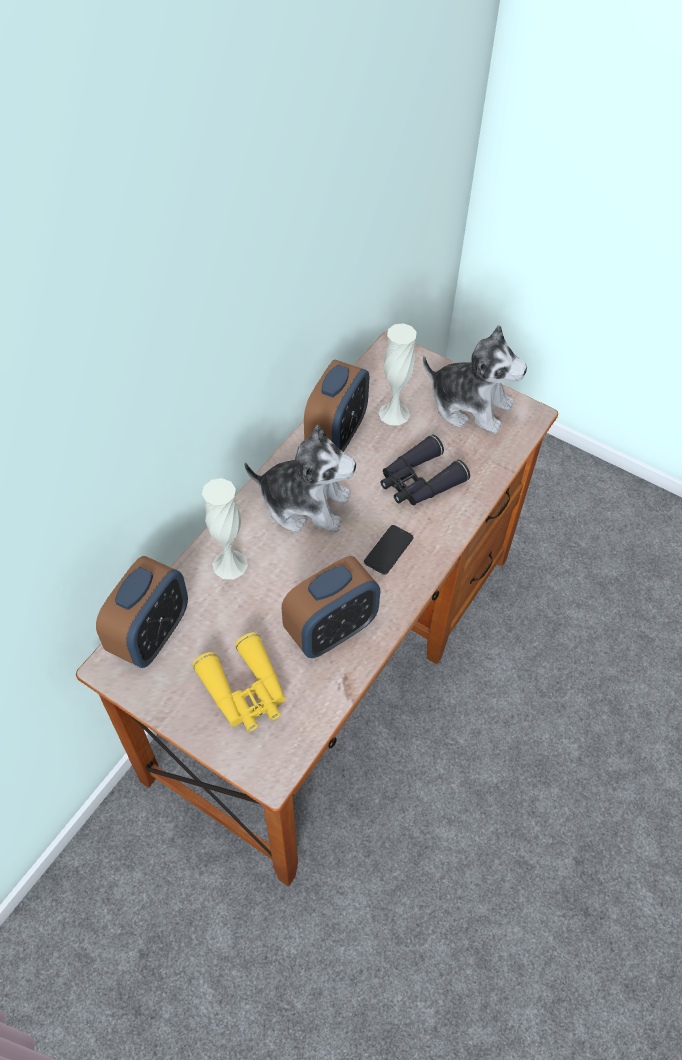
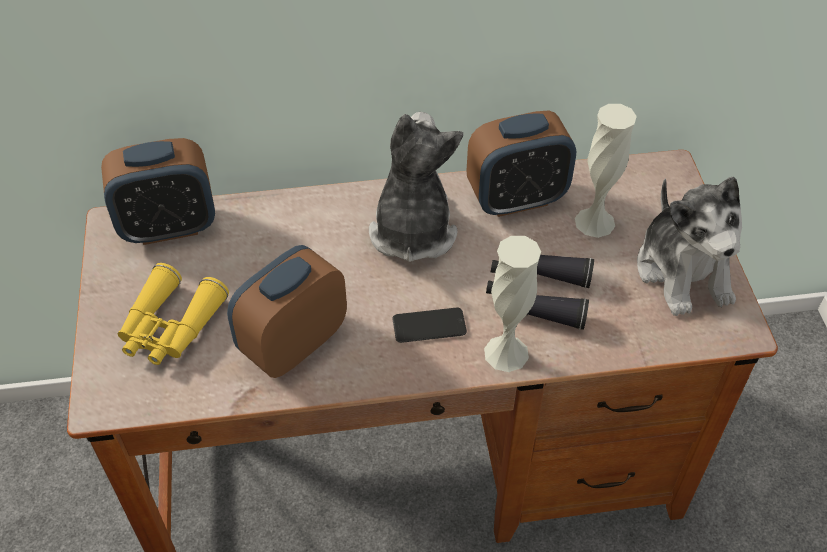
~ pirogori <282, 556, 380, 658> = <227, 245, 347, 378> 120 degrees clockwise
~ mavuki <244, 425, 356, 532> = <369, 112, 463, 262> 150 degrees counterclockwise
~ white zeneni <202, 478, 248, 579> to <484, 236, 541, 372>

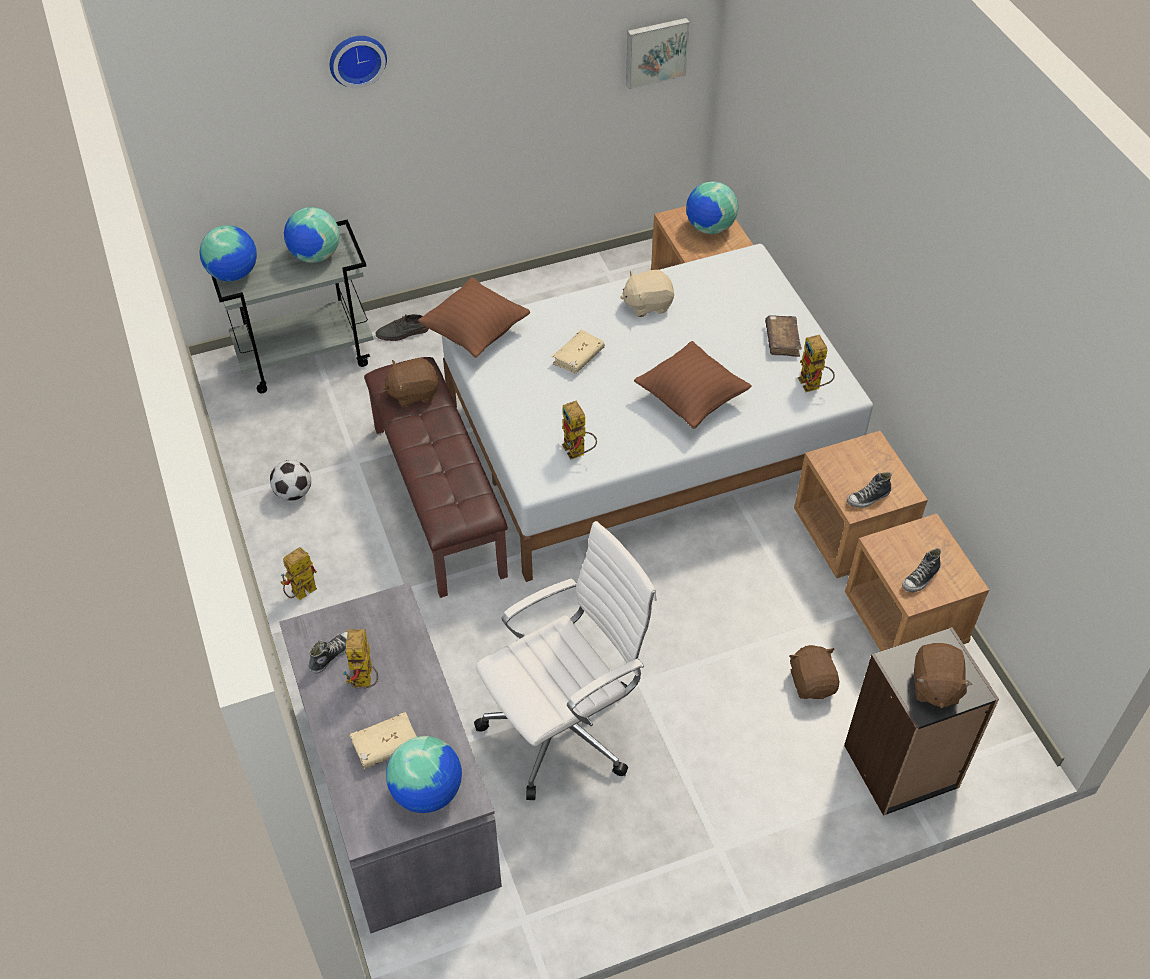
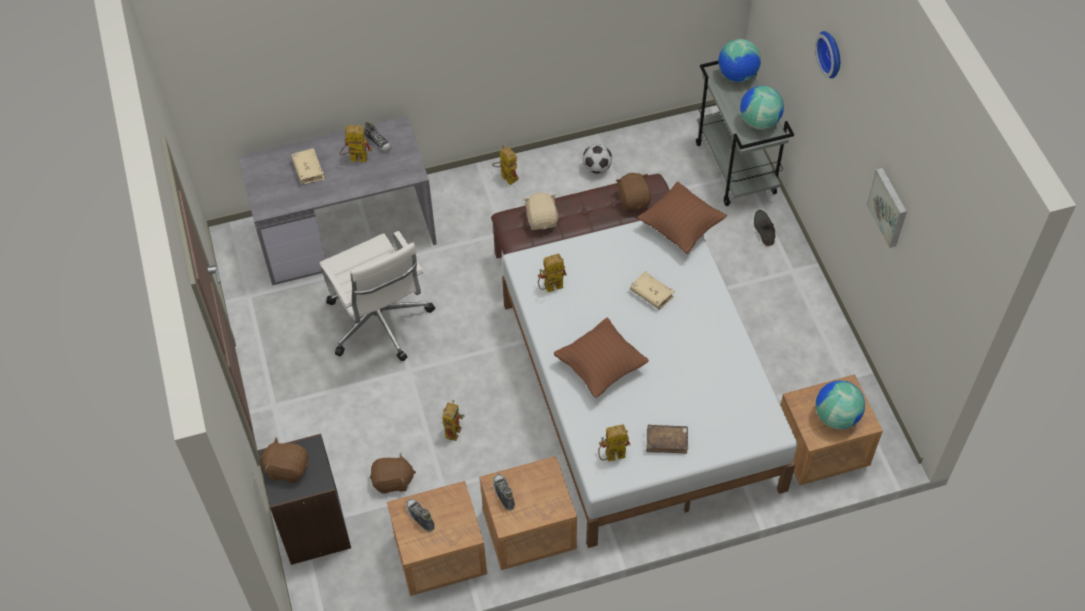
+ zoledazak <442, 400, 465, 441>
~ beige mavuki <620, 270, 674, 317> to <523, 192, 558, 230>
~ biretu <626, 18, 690, 89> to <866, 168, 907, 248>
- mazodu <386, 736, 462, 813>

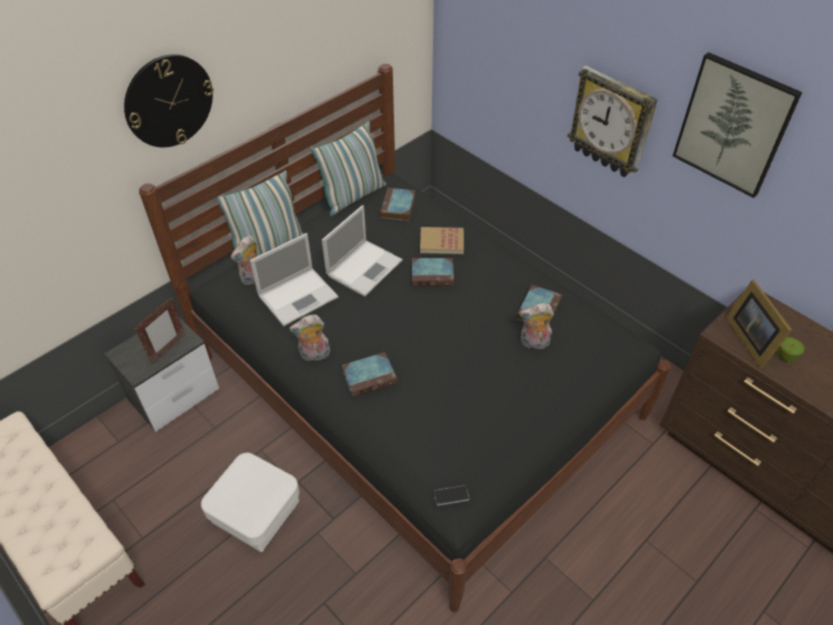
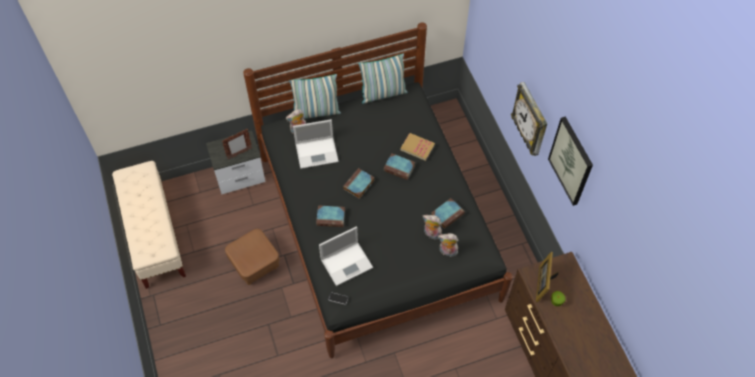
~ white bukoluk <201, 453, 299, 552> to brown bukoluk <225, 229, 280, 285>
~ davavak <322, 205, 403, 297> to <319, 226, 373, 286>
~ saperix <380, 188, 415, 221> to <343, 168, 374, 199>
~ mavuki <289, 314, 330, 361> to <438, 233, 459, 257>
- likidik <124, 54, 214, 147>

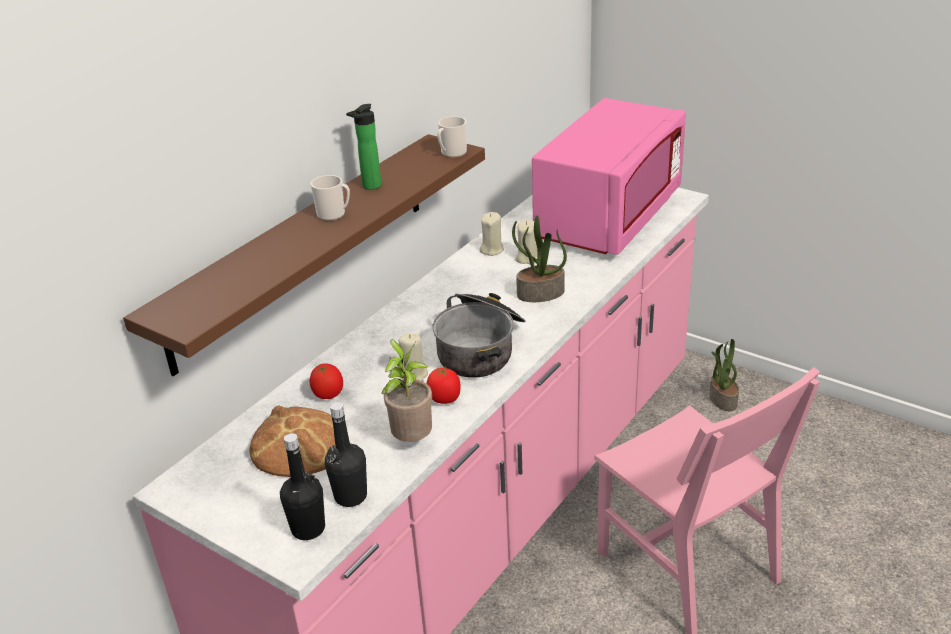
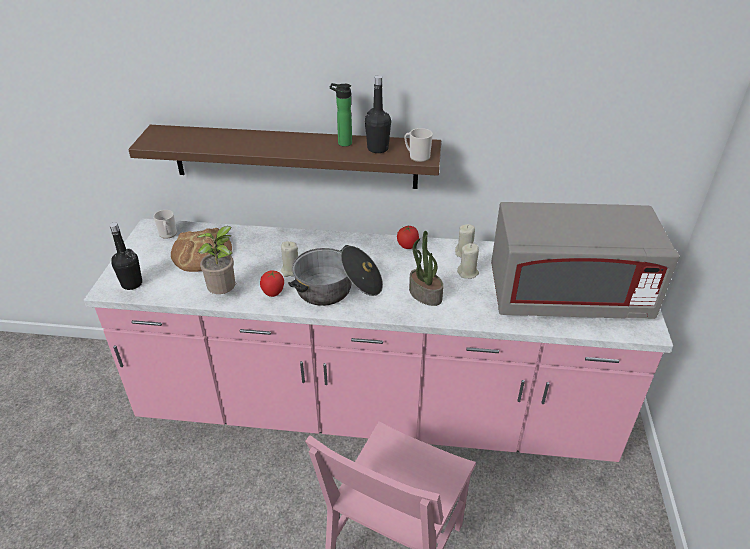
~ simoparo <310, 175, 350, 221> to <153, 210, 177, 239>
~ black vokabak <325, 402, 367, 507> to <365, 75, 391, 153>
~ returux <310, 364, 343, 399> to <397, 225, 419, 249>
~ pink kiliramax <532, 98, 686, 255> to grey kiliramax <491, 202, 680, 319>
- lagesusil <709, 339, 739, 411>

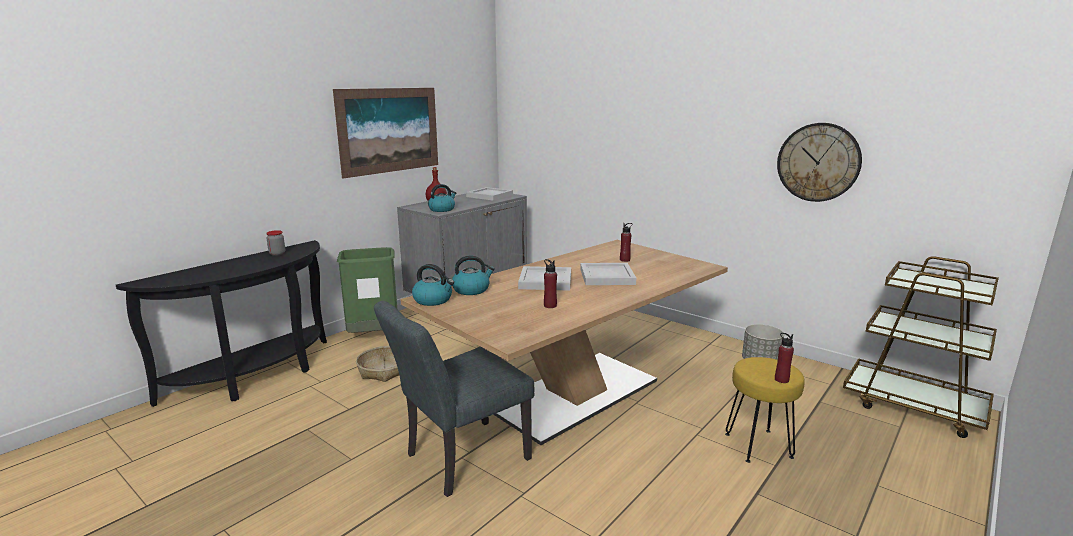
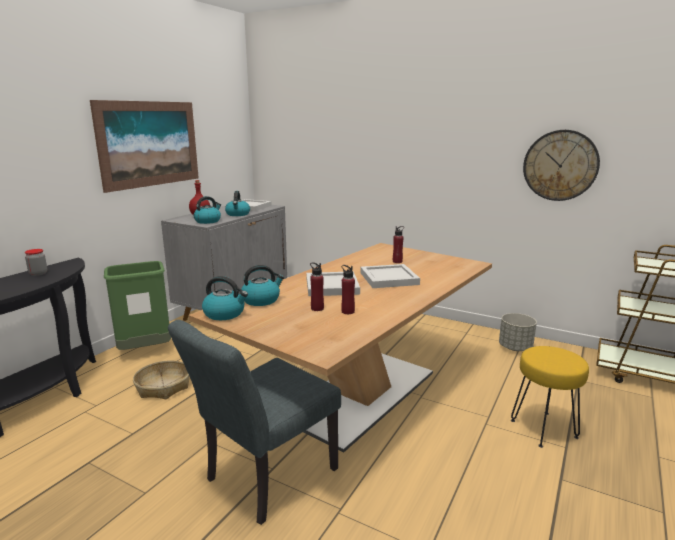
+ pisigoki <225, 191, 250, 216>
~ red vokabak <775, 333, 794, 383> to <310, 262, 324, 311>

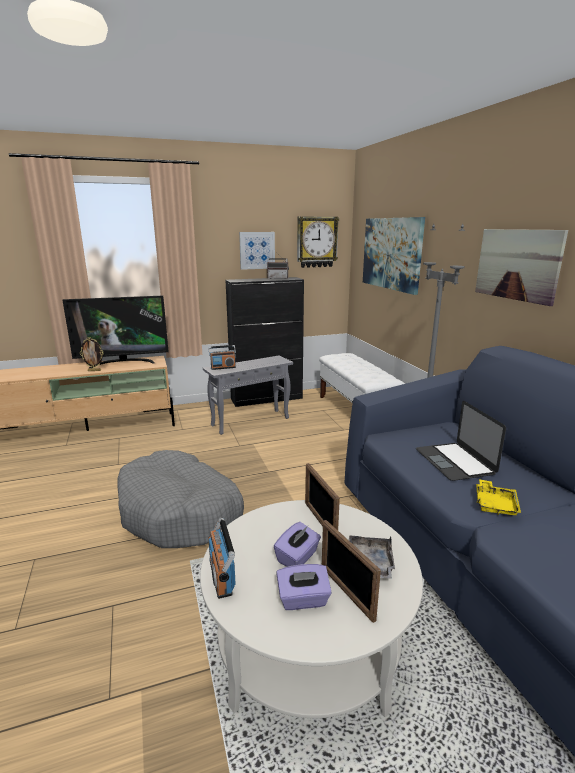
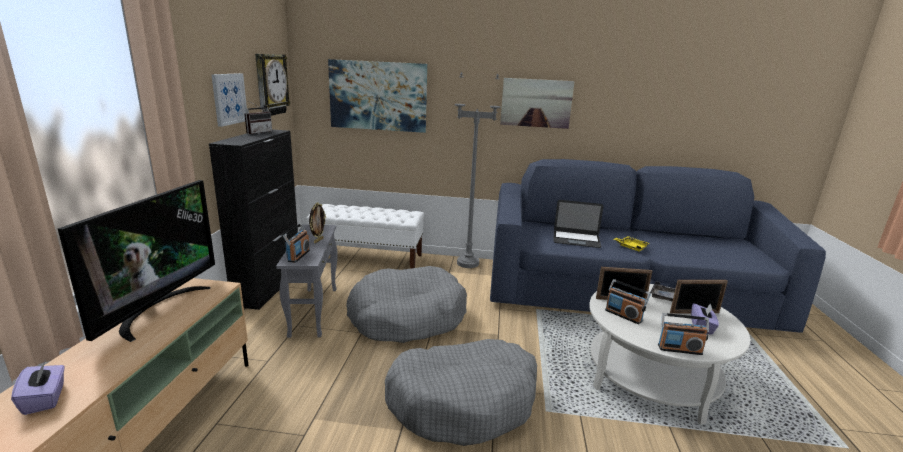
~ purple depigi <274, 522, 321, 567> to <11, 360, 65, 415>
~ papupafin <80, 337, 104, 371> to <309, 202, 326, 243>
+ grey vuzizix <347, 266, 467, 343>
+ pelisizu <605, 279, 651, 324>

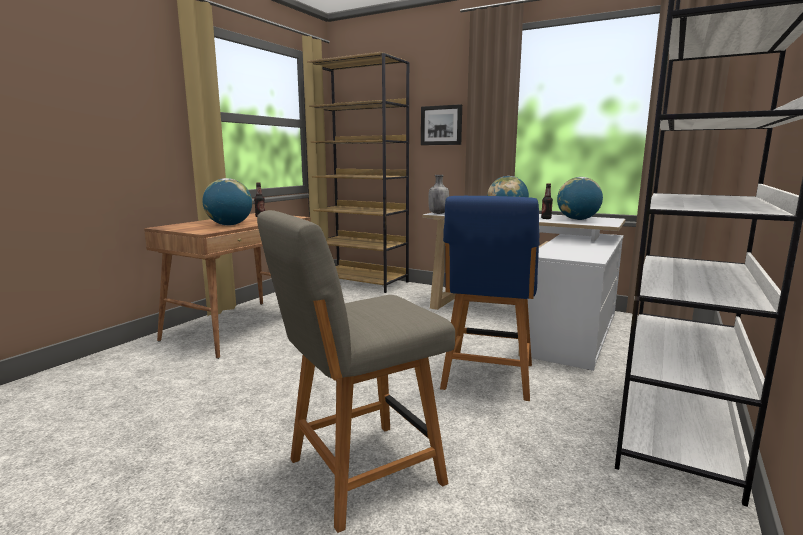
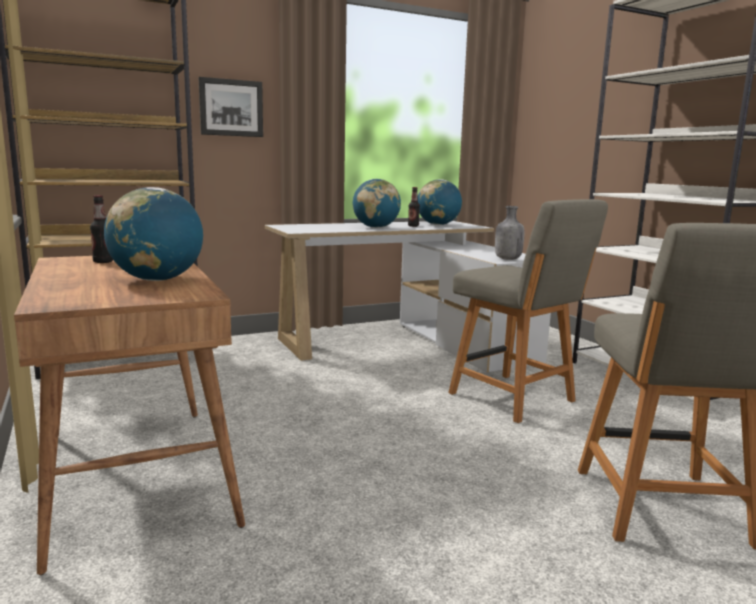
~ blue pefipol <440, 196, 539, 401> to grey pefipol <448, 199, 608, 423>
~ grey vokabak <429, 175, 449, 214> to <495, 206, 524, 260>

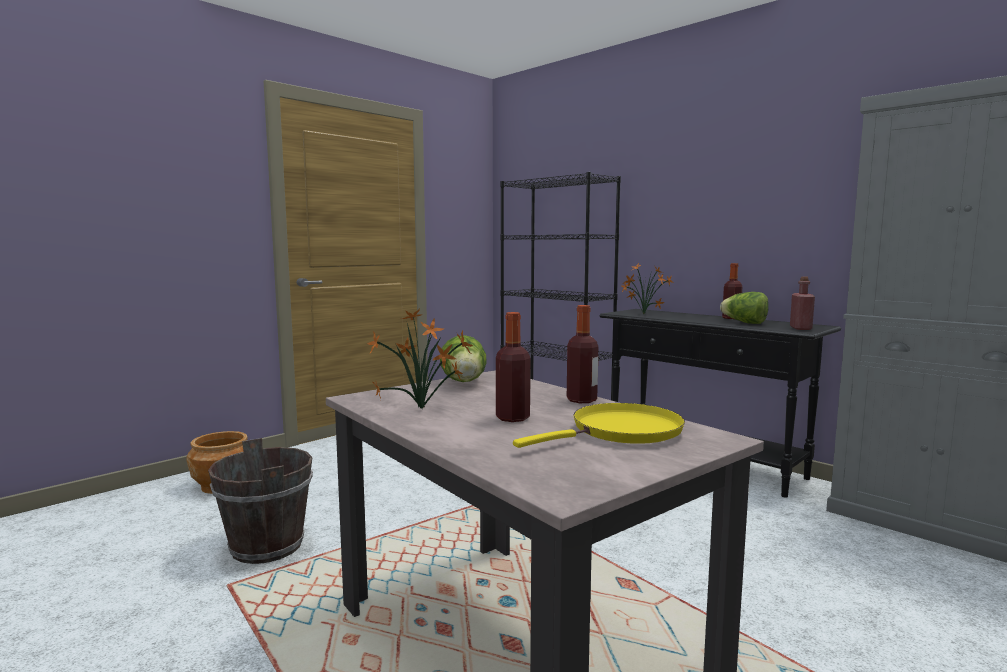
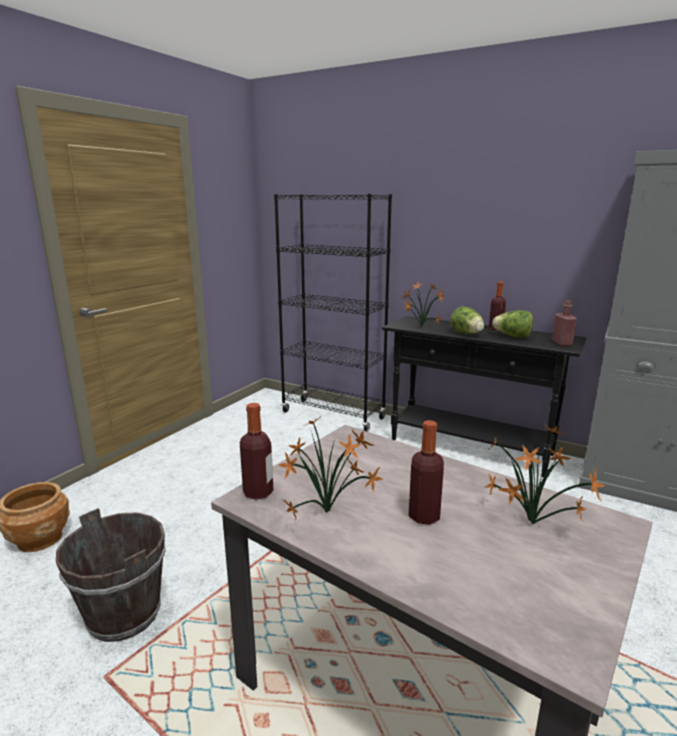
~ vokabak <567, 305, 598, 403> to <240, 403, 273, 500>
~ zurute <440, 335, 487, 382> to <450, 306, 484, 334>
~ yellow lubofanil <513, 403, 685, 448> to lagesusil <485, 423, 605, 525>

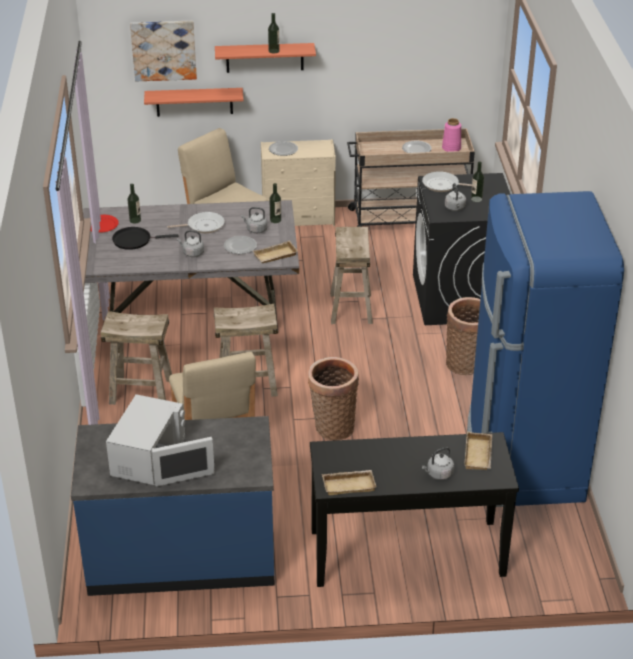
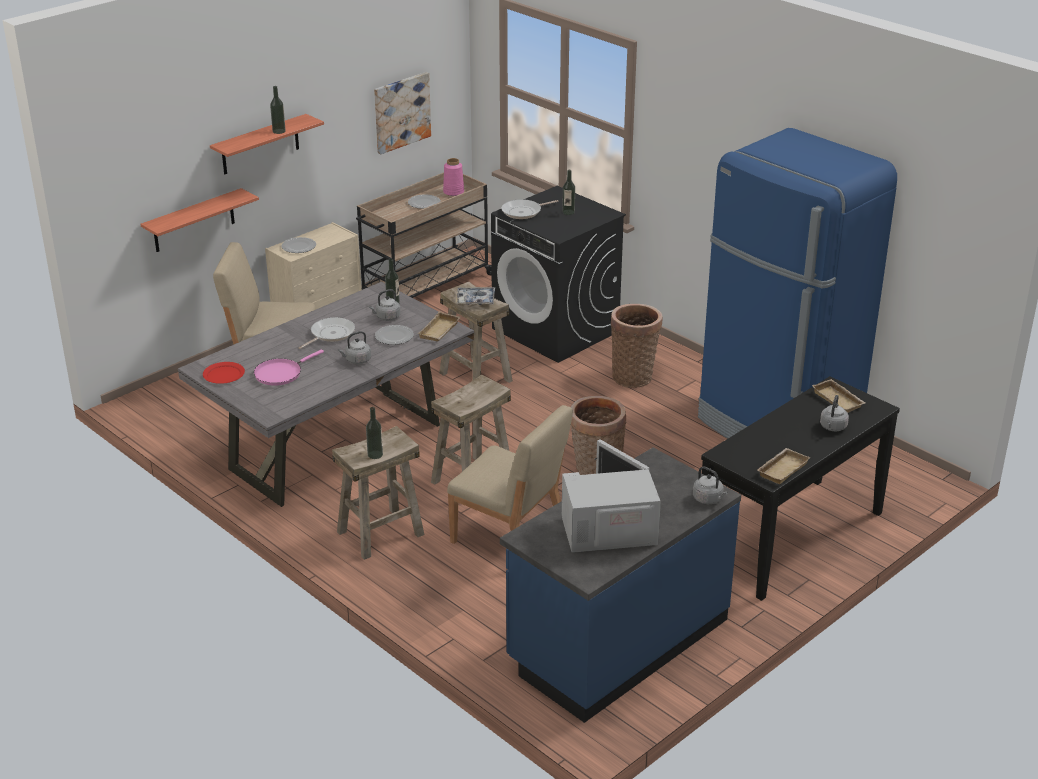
~ black lubofanil <112, 227, 179, 250> to pink lubofanil <254, 350, 324, 386>
~ vokabak <128, 184, 141, 224> to <366, 407, 383, 459>
~ biretu <130, 21, 197, 81> to <374, 72, 431, 154>
+ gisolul <455, 287, 495, 305>
~ white kiliramax <106, 394, 215, 487> = <562, 439, 661, 553> 75 degrees counterclockwise
~ grey pisigoki <445, 183, 466, 211> to <693, 466, 728, 504>

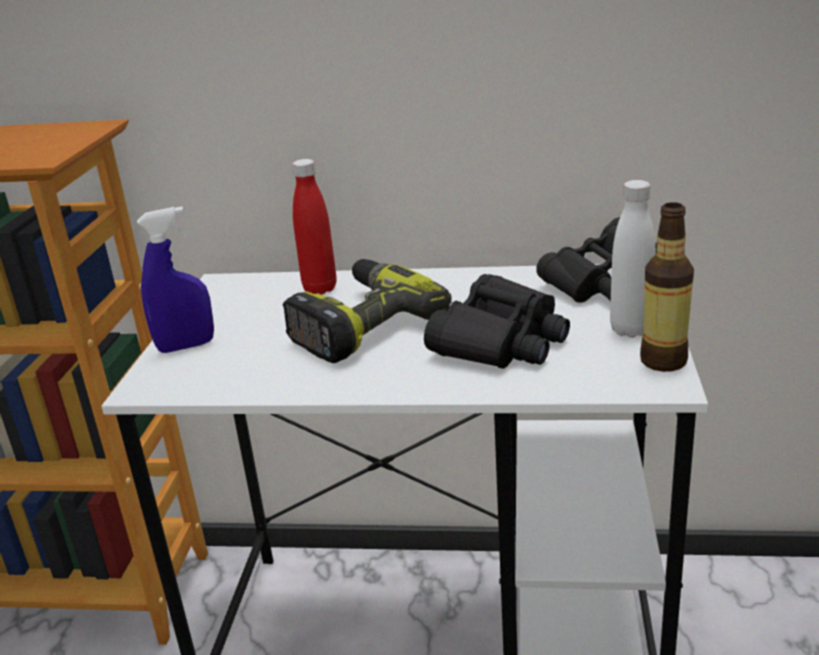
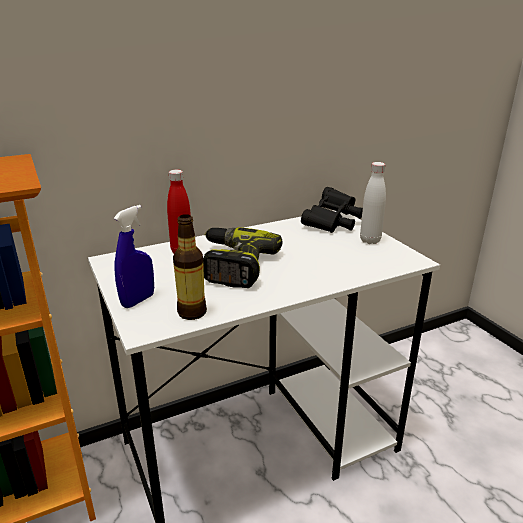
~ vokabak <640, 202, 694, 372> to <173, 214, 207, 320>
- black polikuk <424, 274, 570, 369>

